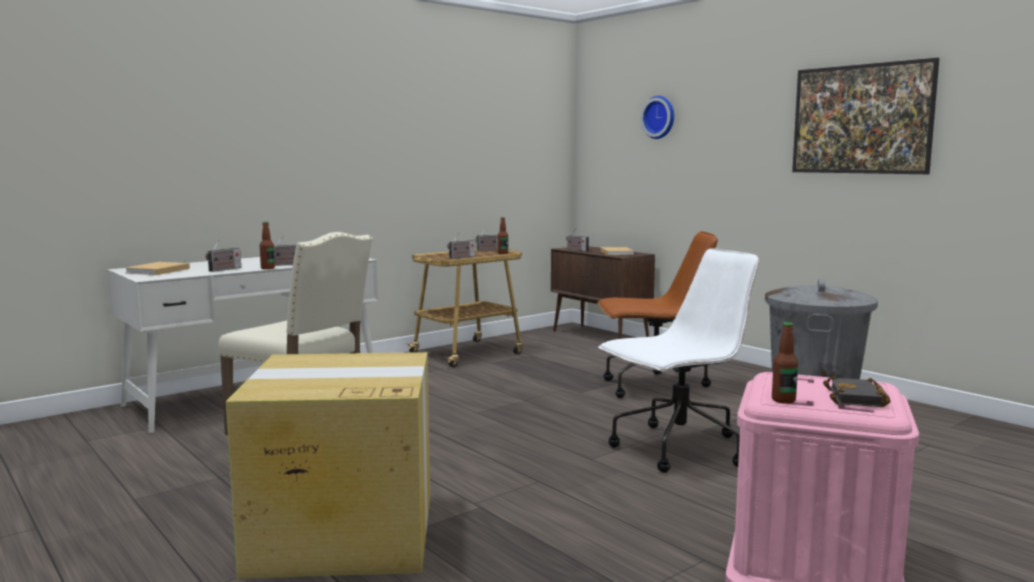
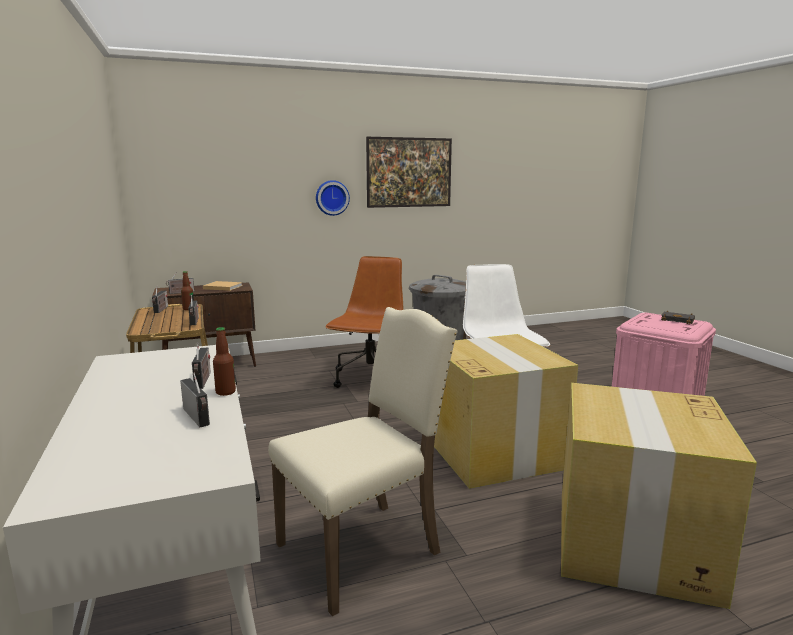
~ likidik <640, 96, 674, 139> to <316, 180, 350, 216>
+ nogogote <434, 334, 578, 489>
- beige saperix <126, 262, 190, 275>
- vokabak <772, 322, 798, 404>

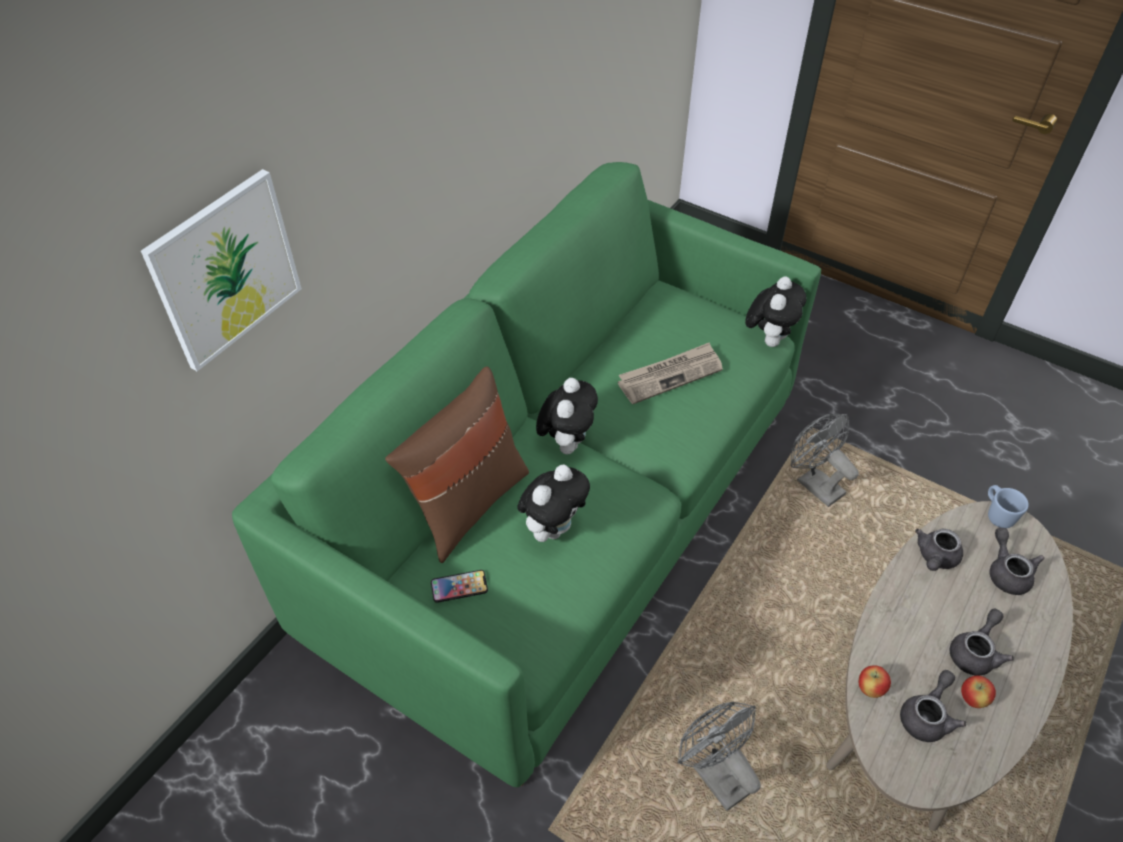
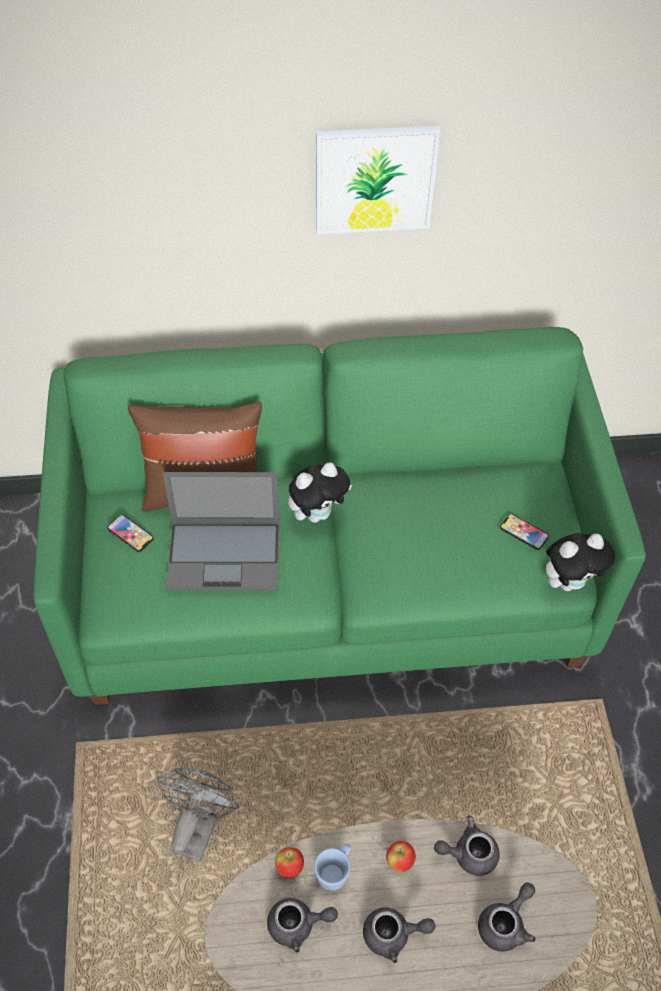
~ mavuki <517, 465, 590, 542> to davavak <163, 472, 280, 590>
~ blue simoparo <988, 485, 1029, 528> to <314, 843, 351, 891>
~ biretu <141, 169, 302, 371> to <316, 126, 441, 234>
~ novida <961, 675, 996, 708> to <386, 841, 416, 872>
+ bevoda <500, 514, 549, 550>
- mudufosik <618, 342, 723, 404>
- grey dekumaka <791, 414, 859, 507>

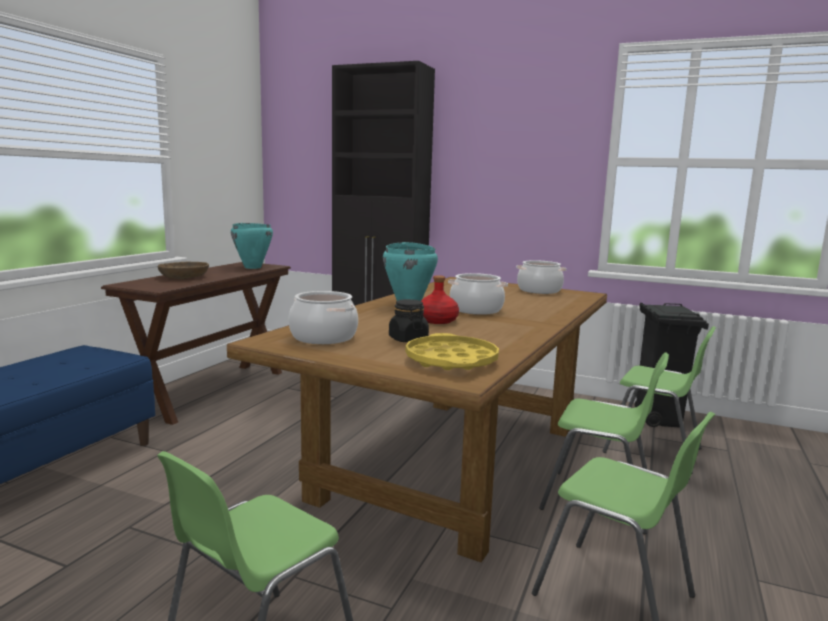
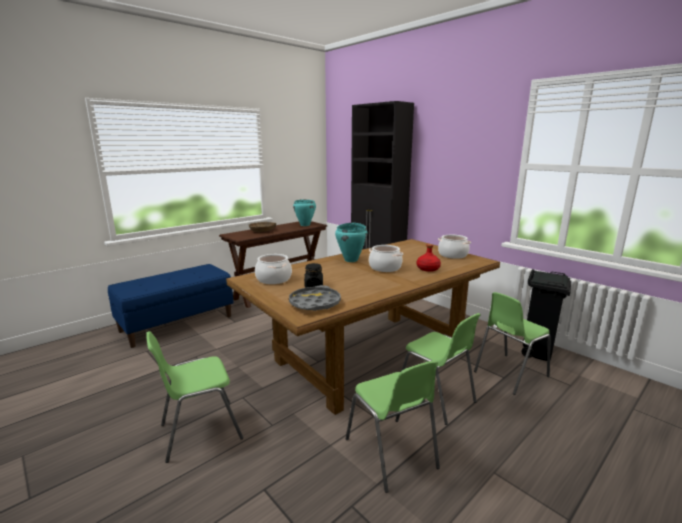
~ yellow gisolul <405, 333, 499, 370> to grey gisolul <289, 285, 341, 311>
~ red vokabak <421, 275, 459, 324> to <417, 244, 441, 272>
~ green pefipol <602, 326, 716, 474> = <474, 292, 551, 395> 90 degrees clockwise

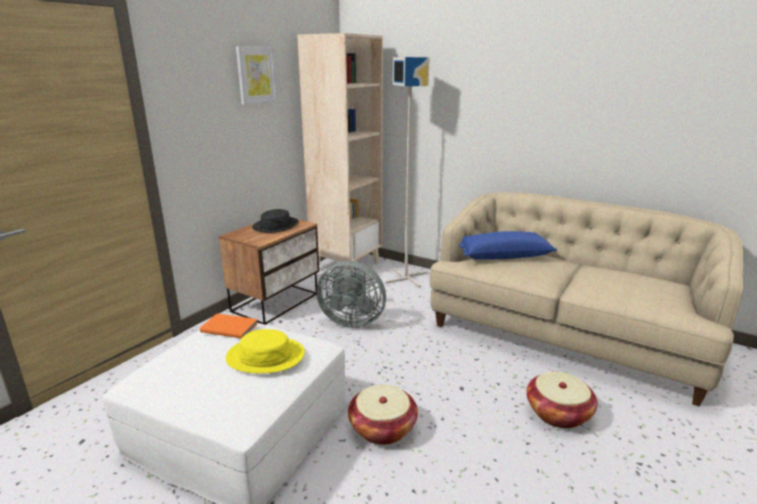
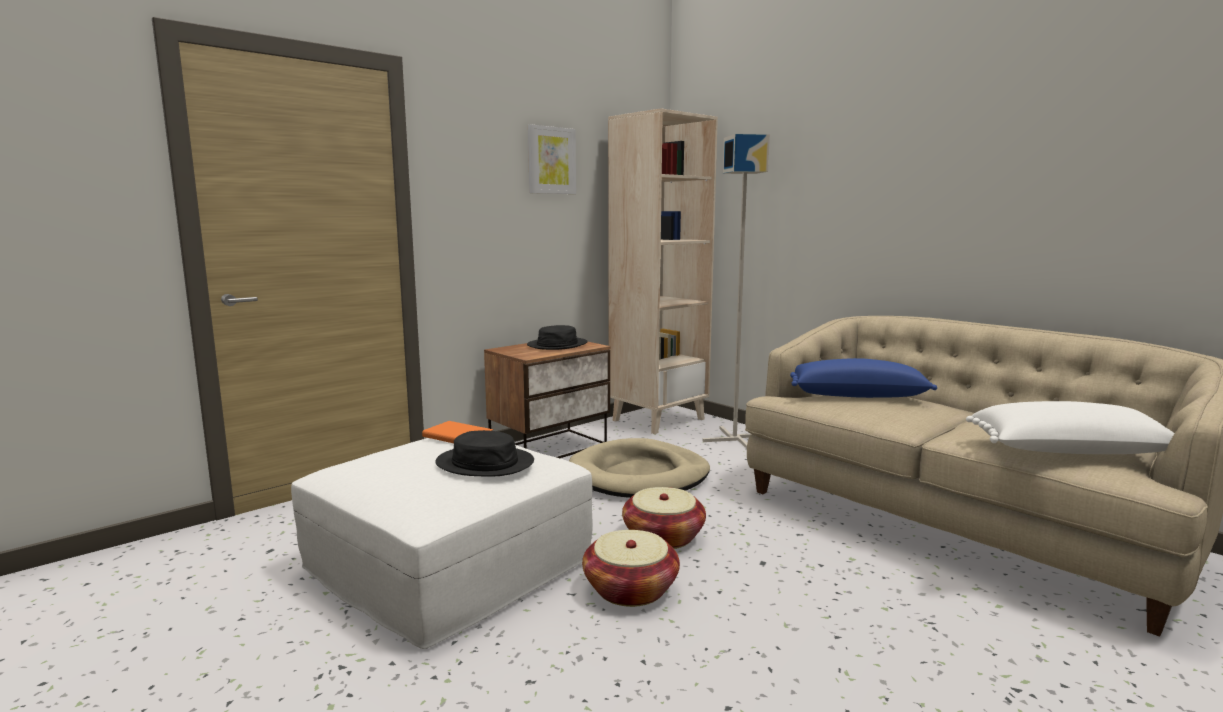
~ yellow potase <226, 329, 305, 373> to black potase <435, 430, 534, 476>
~ grey dekumaka <316, 261, 386, 328> to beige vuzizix <569, 438, 710, 498>
~ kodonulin <526, 372, 598, 429> to <622, 487, 706, 549>
+ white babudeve <966, 401, 1174, 454>

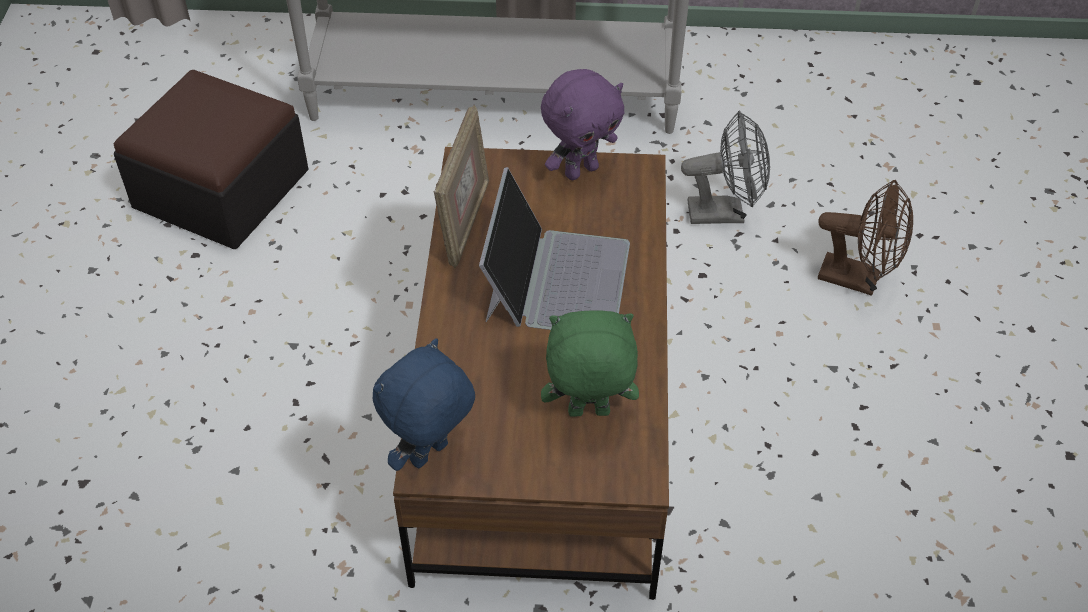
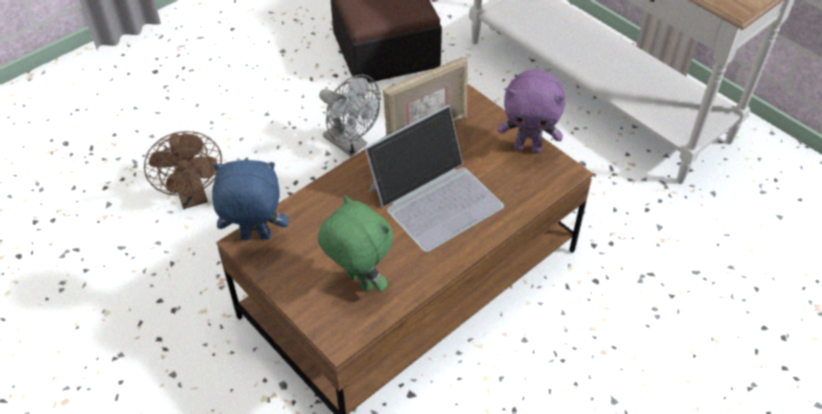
~ brown dekumaka <818, 180, 913, 296> to <144, 131, 222, 209>
~ grey dekumaka <681, 111, 770, 224> to <319, 74, 380, 157>

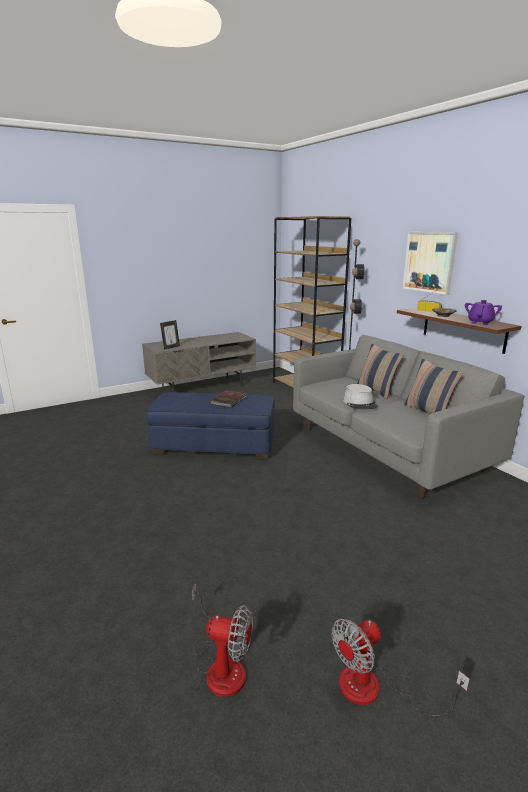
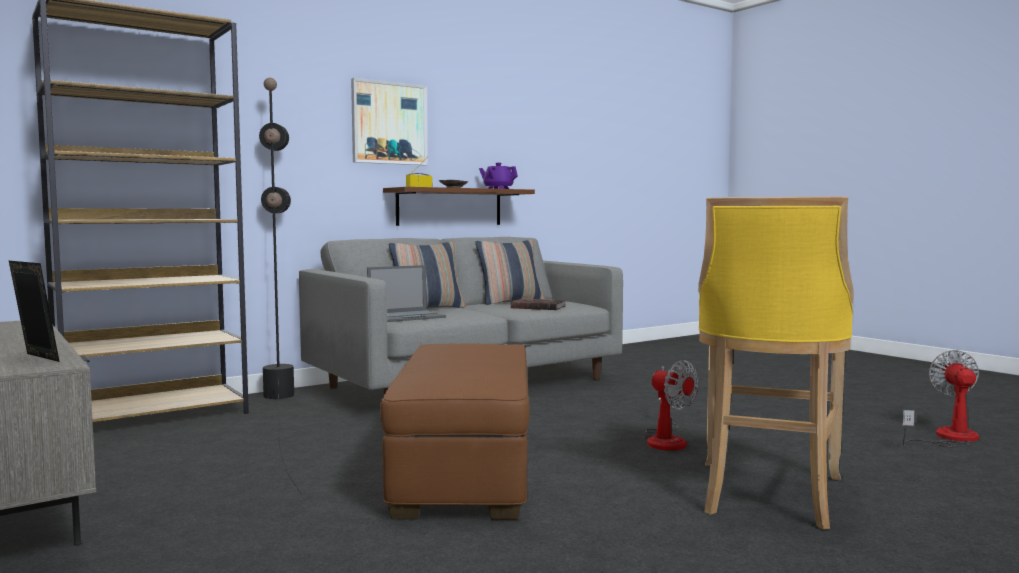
+ davavak <367, 265, 446, 322>
~ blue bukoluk <146, 392, 275, 460> to brown bukoluk <380, 344, 530, 520>
~ brown saperix <210, 390, 247, 408> to <511, 299, 566, 310>
~ dekumaka <331, 619, 470, 717> to <643, 360, 698, 451>
+ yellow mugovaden <698, 197, 854, 530>
- grey potase <343, 384, 378, 409>

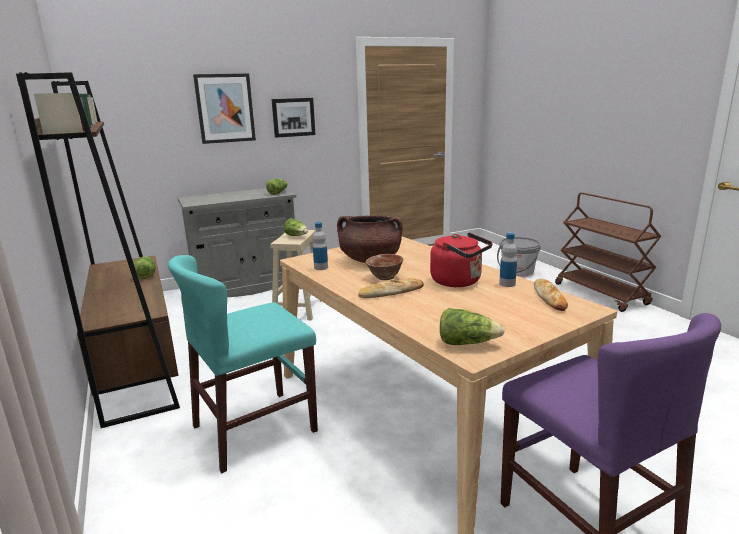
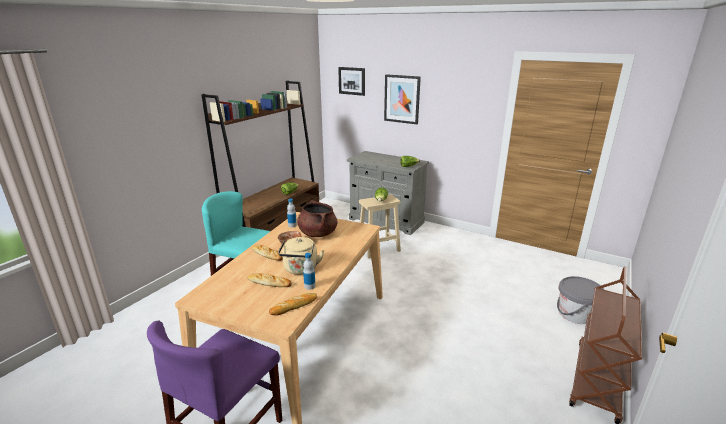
+ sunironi <248, 273, 292, 287>
~ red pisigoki <430, 232, 493, 287> to beige pisigoki <278, 237, 324, 275>
~ biretu <271, 98, 315, 138> to <338, 67, 365, 96>
- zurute <440, 308, 505, 345>

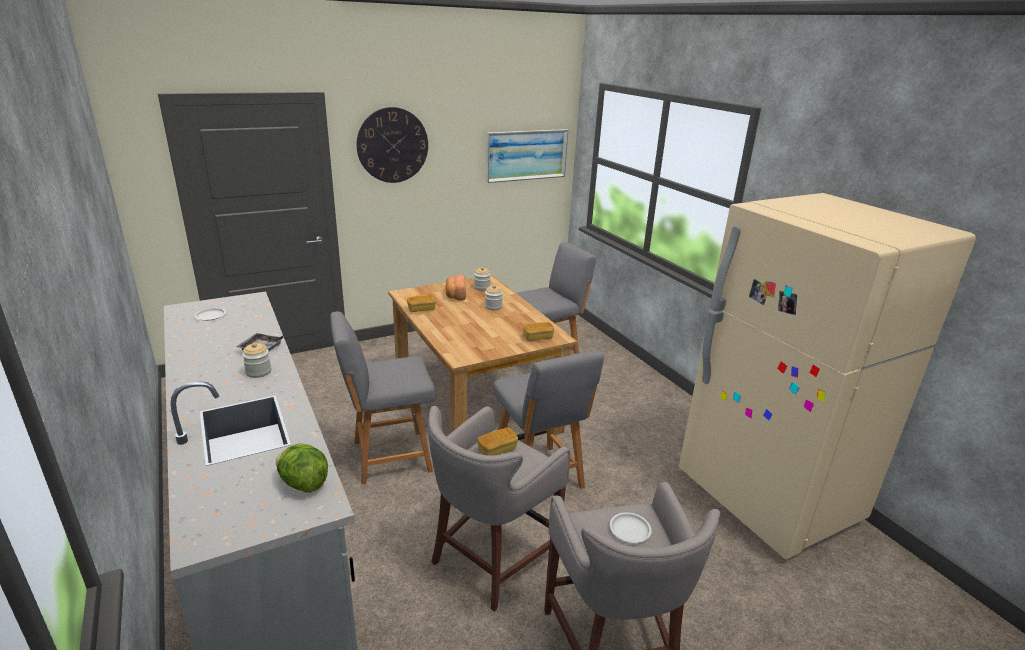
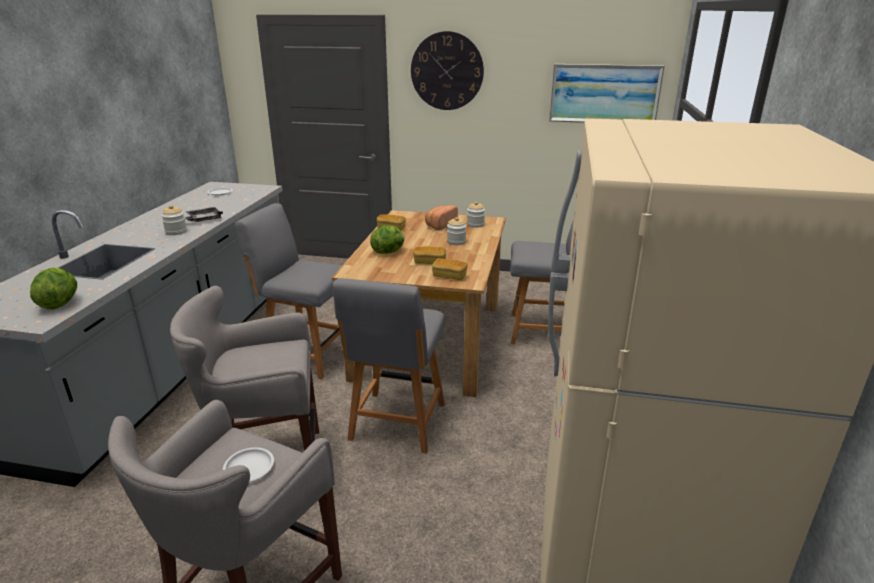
+ zurute <370, 225, 405, 254>
~ sunironi <477, 428, 518, 456> to <413, 246, 446, 264>

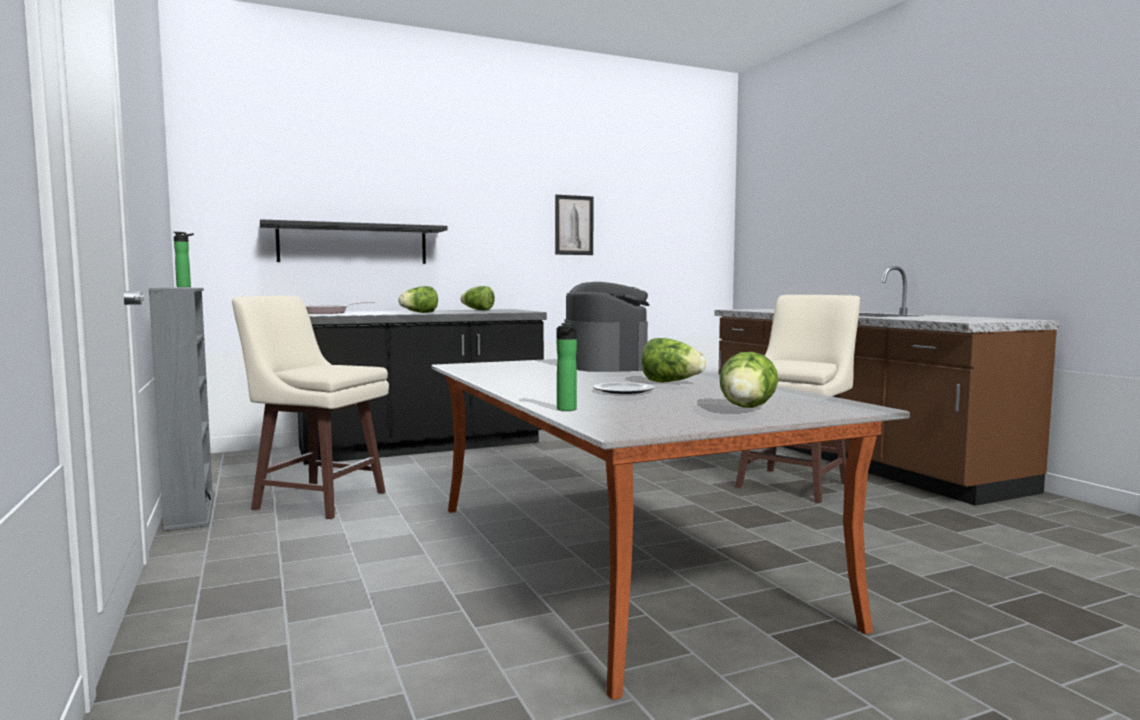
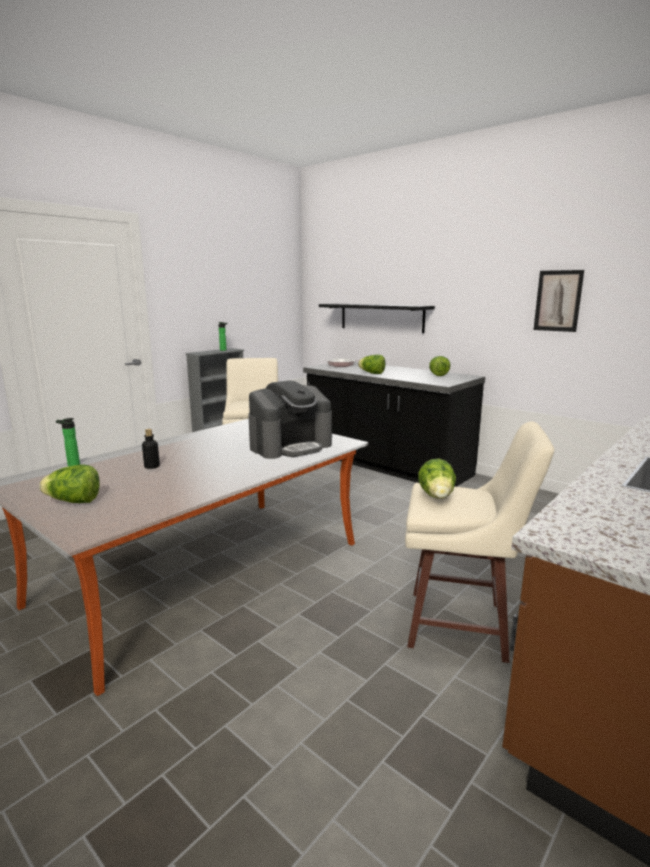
~ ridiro <593, 382, 654, 394> to vokabak <142, 429, 160, 469>
~ zurute <642, 338, 706, 383> to <418, 459, 456, 499>

